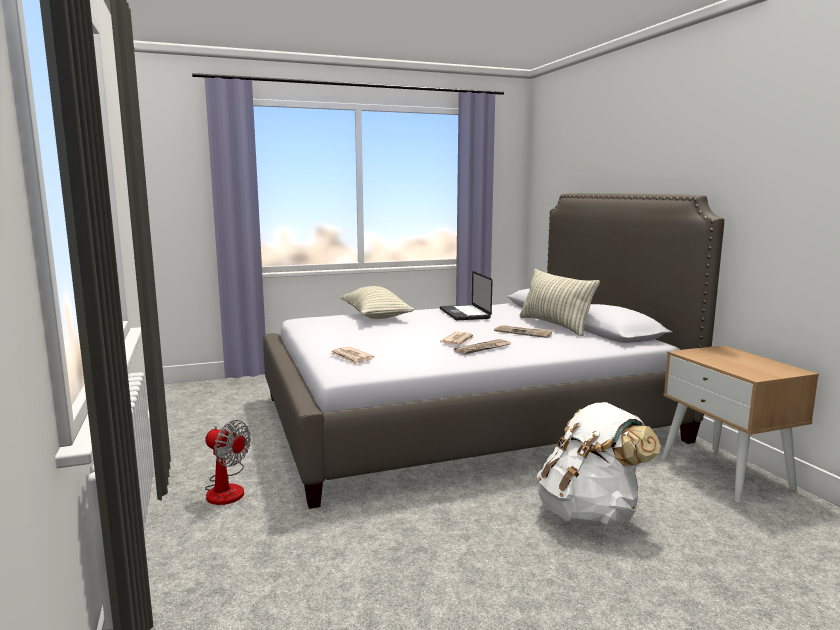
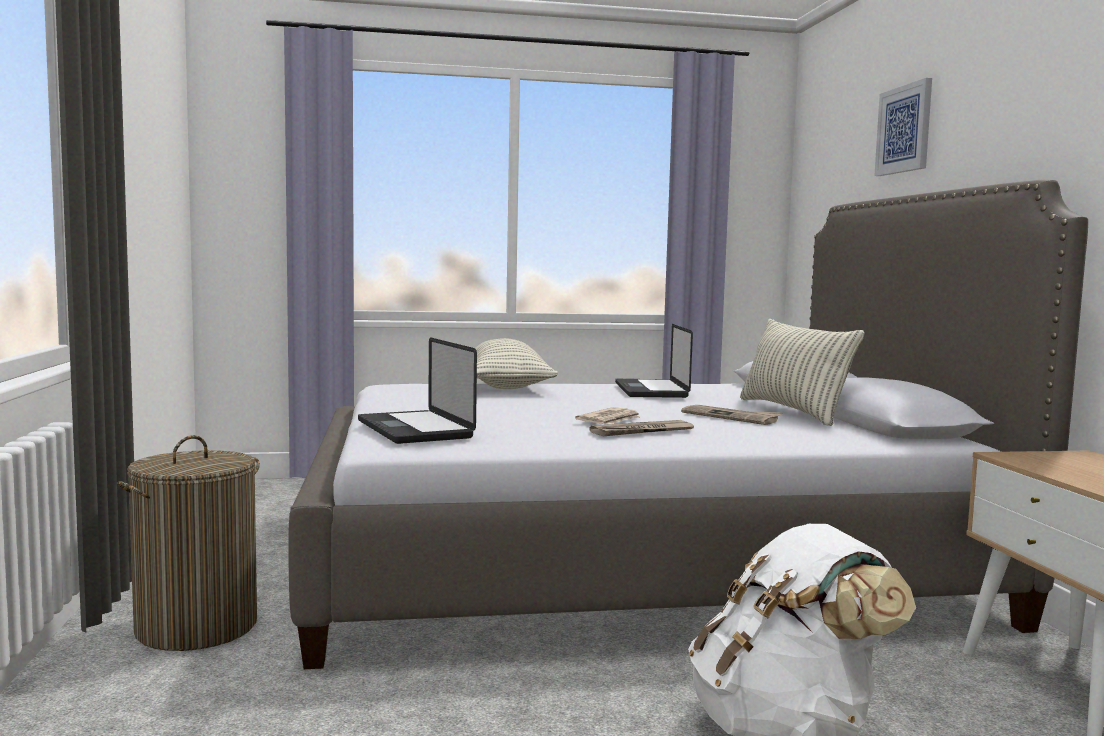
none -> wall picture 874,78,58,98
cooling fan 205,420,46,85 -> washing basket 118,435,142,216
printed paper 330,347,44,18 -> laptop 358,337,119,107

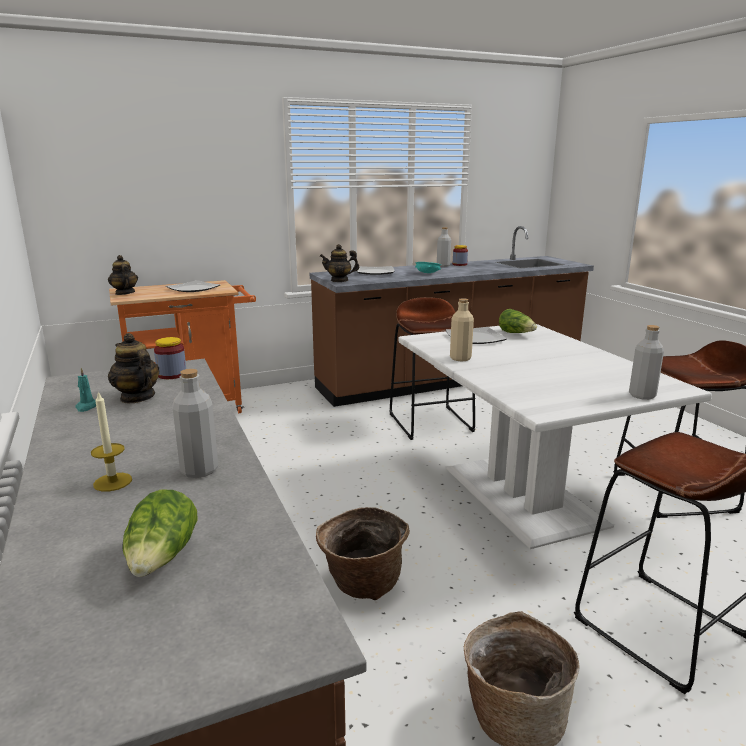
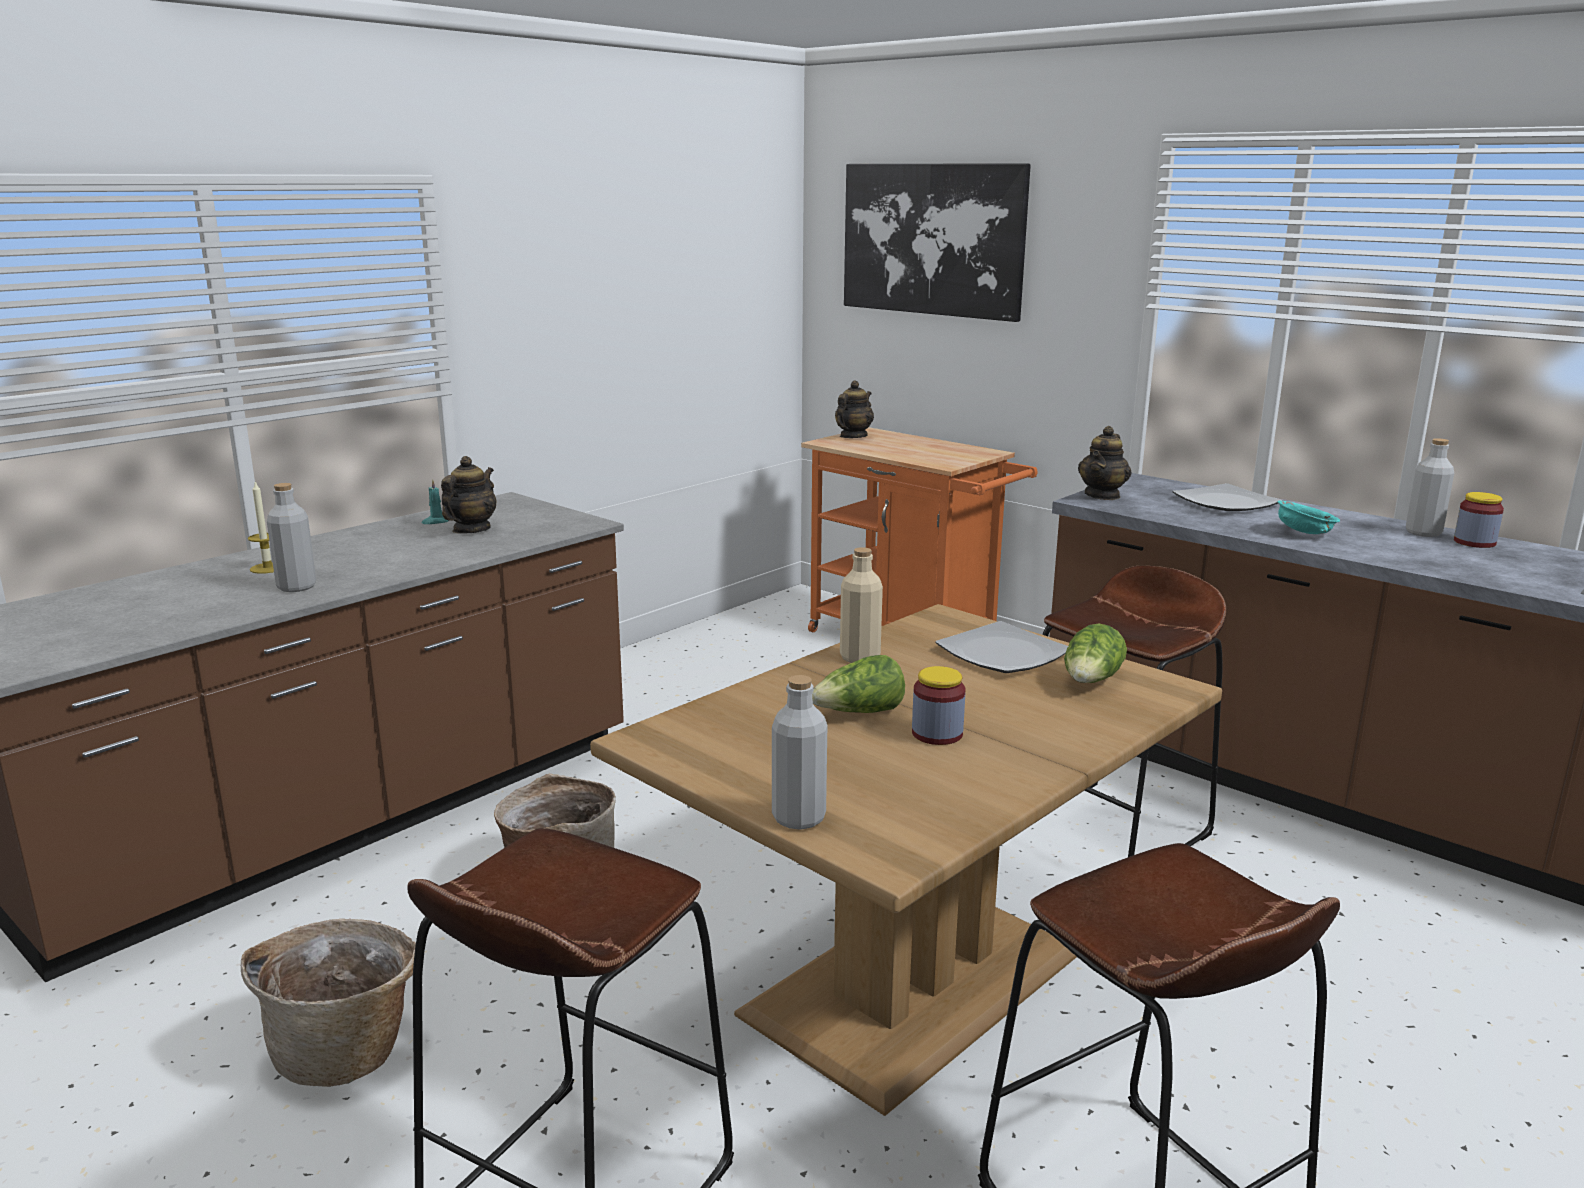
plate 166,280,55,12 -> none
none -> wall picture 844,163,187,159
lettuce head 123,490,75,87 -> lettuce head 812,655,93,58, move
storage jar 154,337,32,42 -> storage jar 912,666,54,79, move
whitish dinner table 399,324,313,225 -> brown-coloured dinner table 590,604,632,512
pot for tea 320,244,39,38 -> pot for tea 1078,426,53,74, 120 degrees counterclockwise

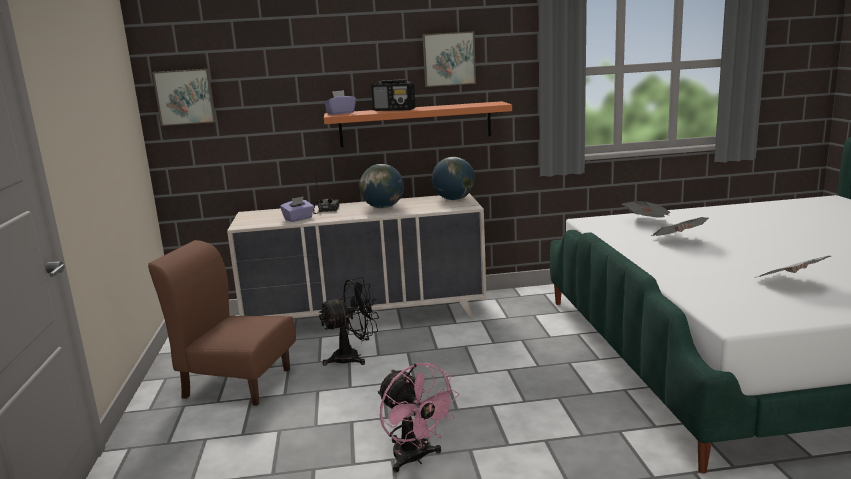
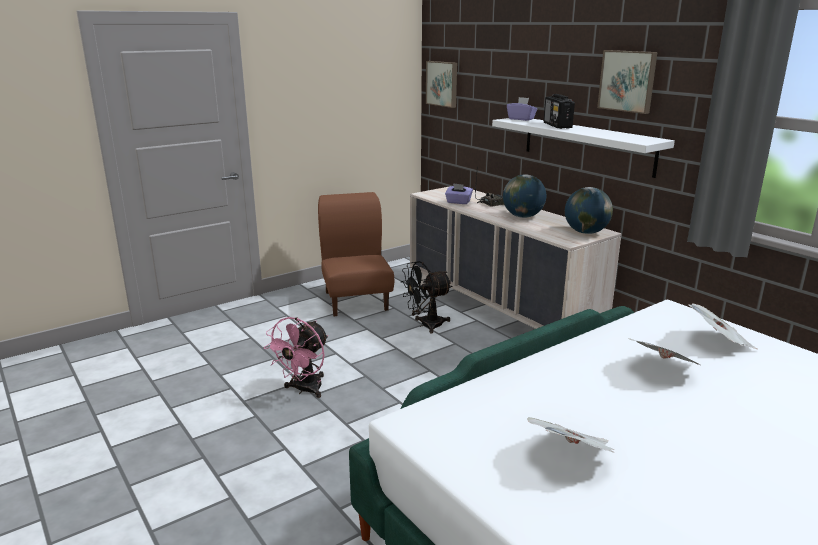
orange-coloured bracket shelf 324,101,188,46 -> whitish bracket shelf 492,118,183,60
black cooling fan 319,277,60,89 -> black cooling fan 401,261,51,72, 120 degrees clockwise

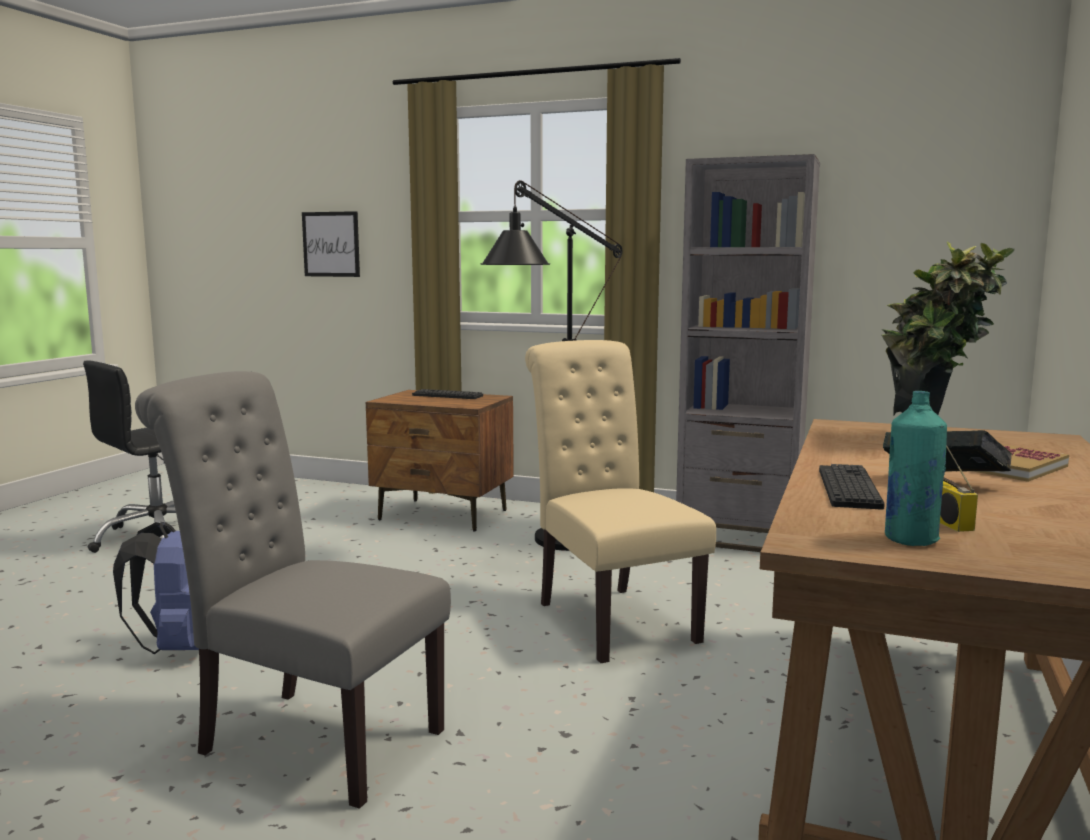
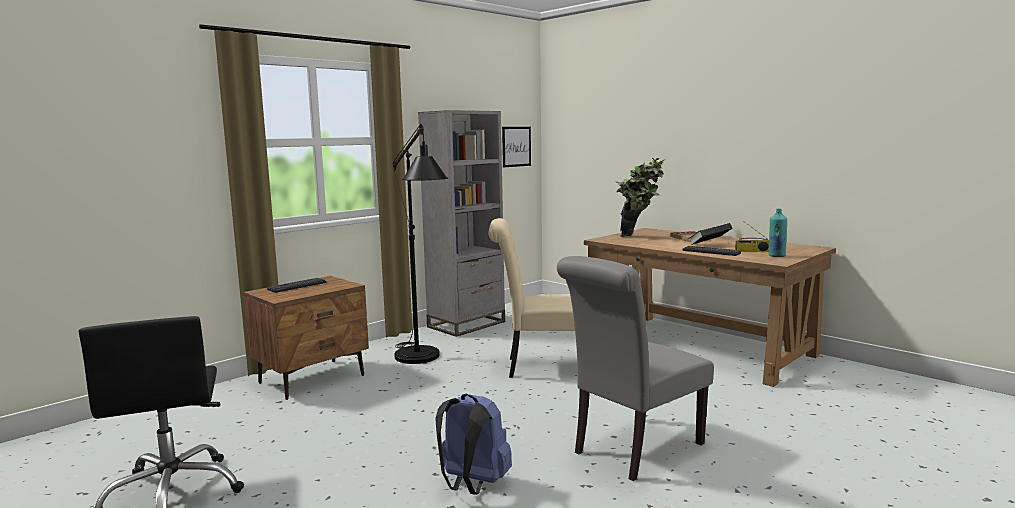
wall picture 302,211,58,66 -> wall picture 502,127,29,40, move

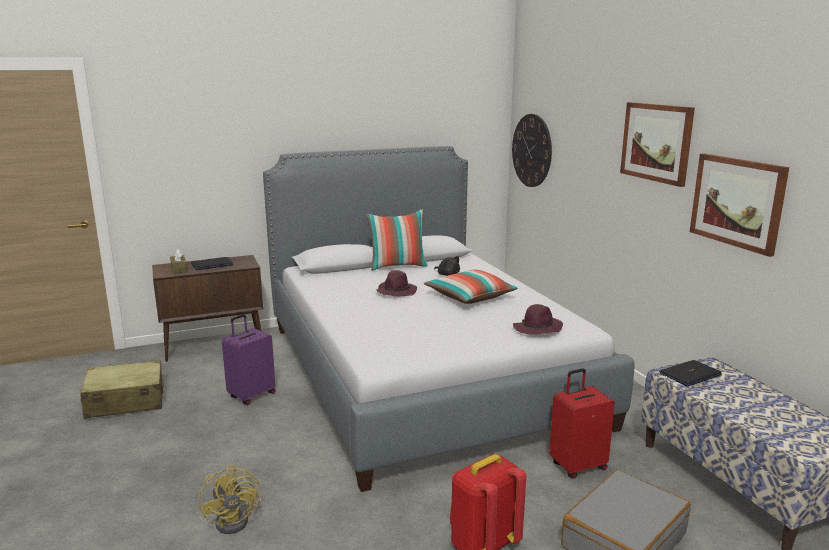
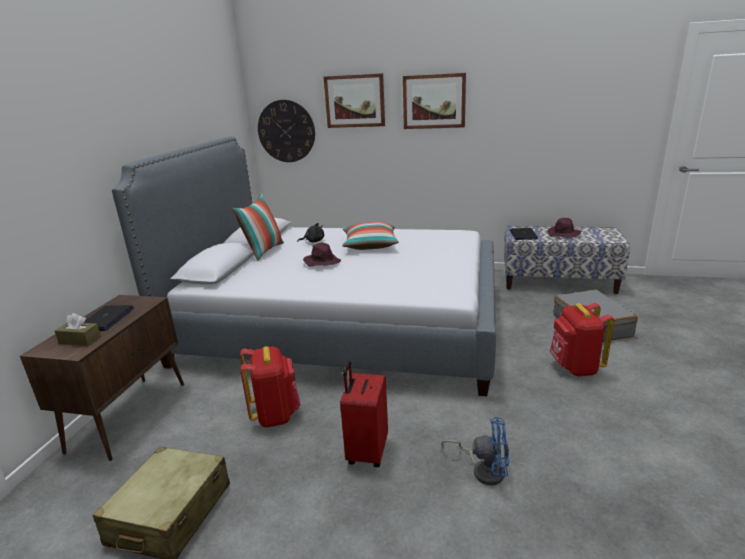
purple-coloured clothing hat 513,304,50,30 -> purple-coloured clothing hat 547,218,34,19, move
red suitcase 549,368,66,111 -> red suitcase 340,361,48,106, move
wall picture 690,153,99,104 -> wall picture 324,73,61,55, move
purple-coloured suitcase 222,314,54,91 -> red rucksack 240,346,61,82
yellowish cooling fan 199,464,63,70 -> bluish cooling fan 441,417,68,69

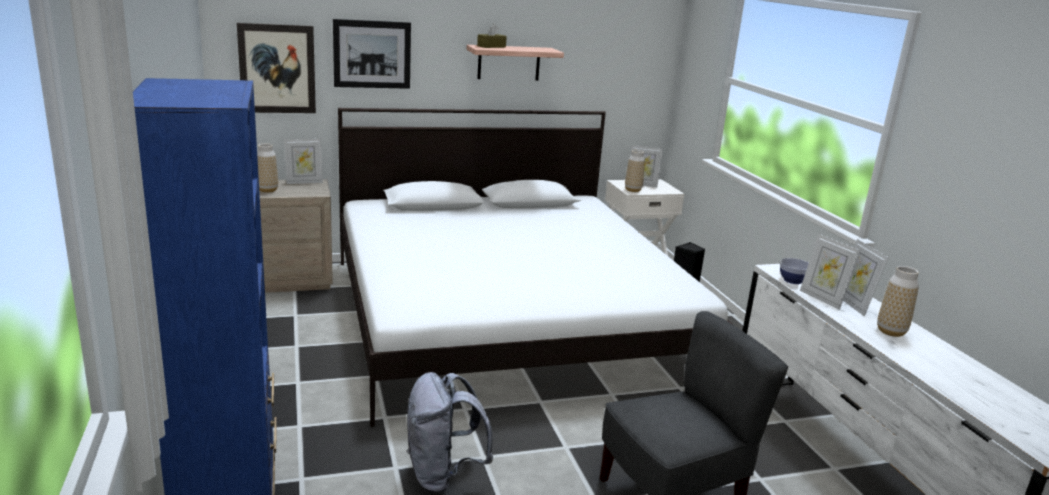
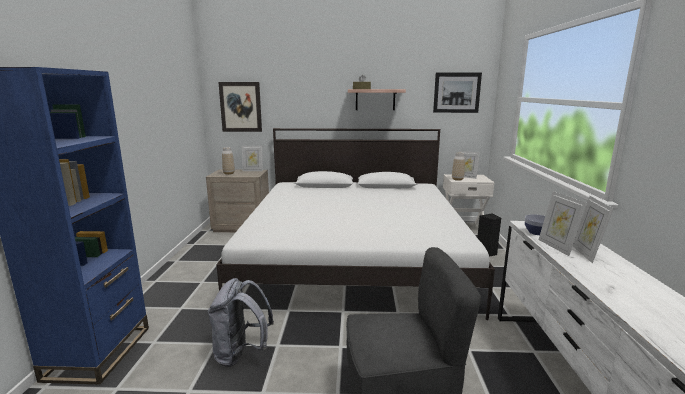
flower vase 877,266,42,71 -> none
wall picture 333,19,78,70 -> wall picture 433,72,49,41, move

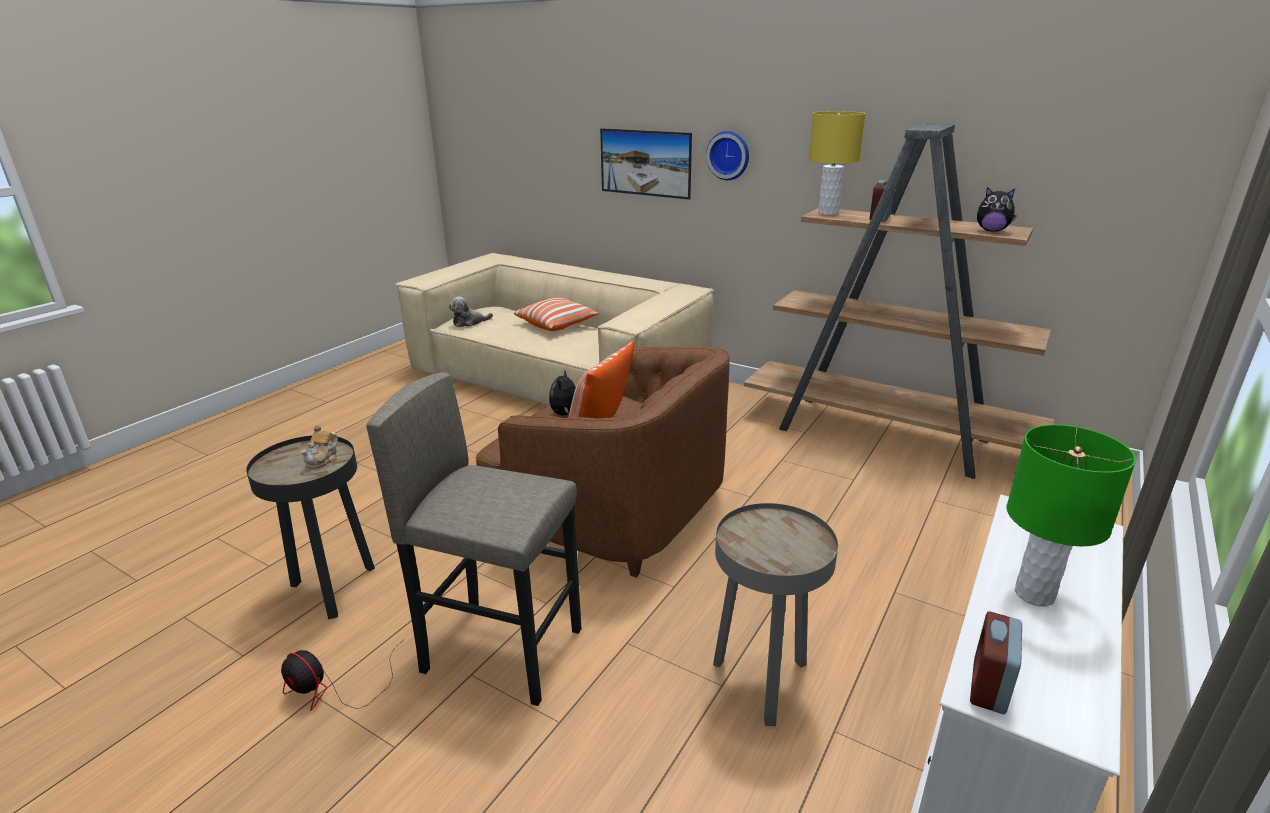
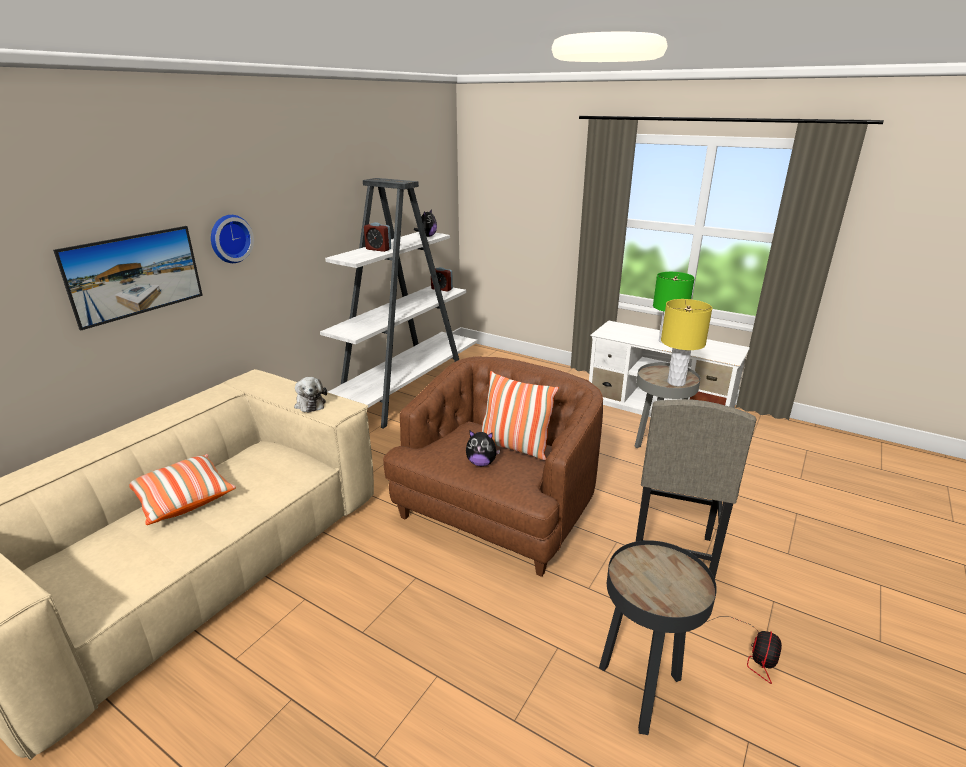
pot for tea 300,425,38,44 -> none
plush toy 449,296,44,31 -> plush toy 294,377,33,36, move
yellowish table lamp 809,111,57,104 -> yellowish table lamp 661,299,51,87, move
alarm clock 970,611,52,103 -> alarm clock 431,267,22,25, move
brown-coloured shelving unit 744,124,311,355 -> whitish shelving unit 320,178,157,251

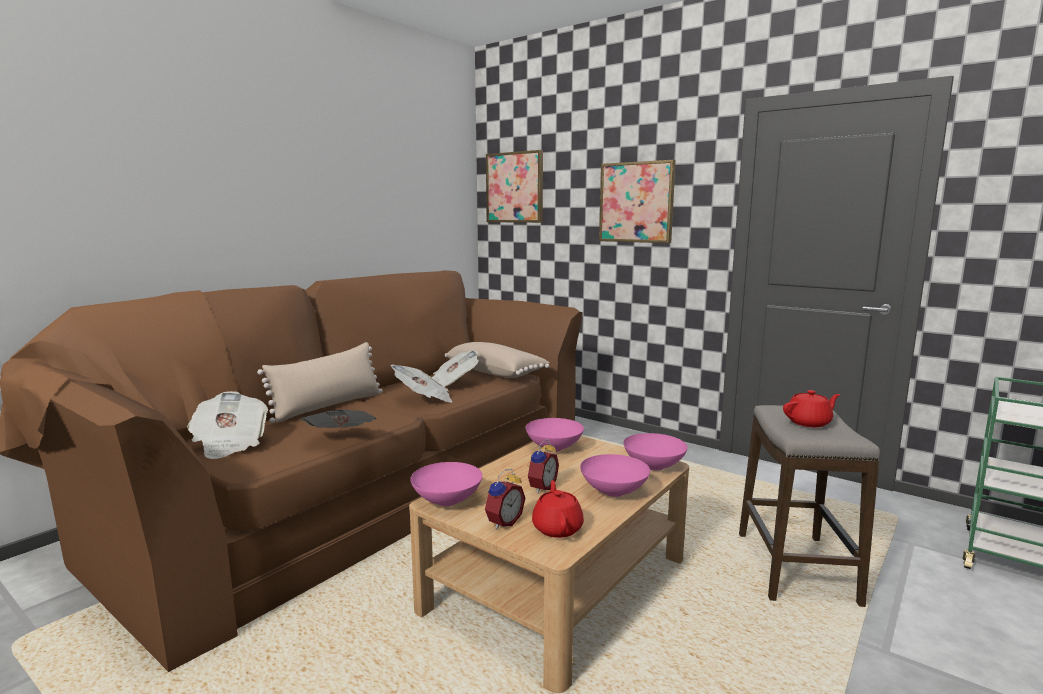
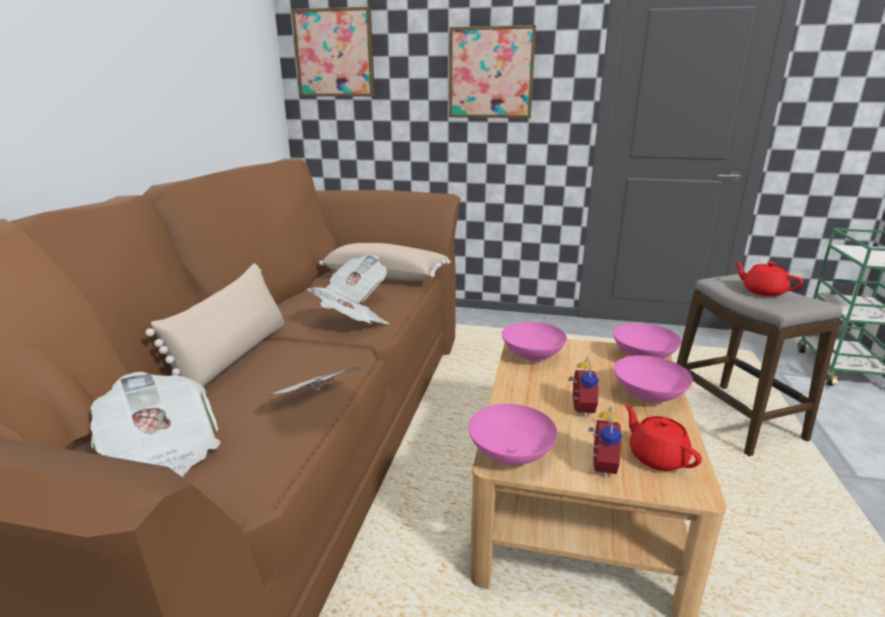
red pot for tea 783,390,57,37 -> red pot for tea 734,261,69,36, 90 degrees counterclockwise

